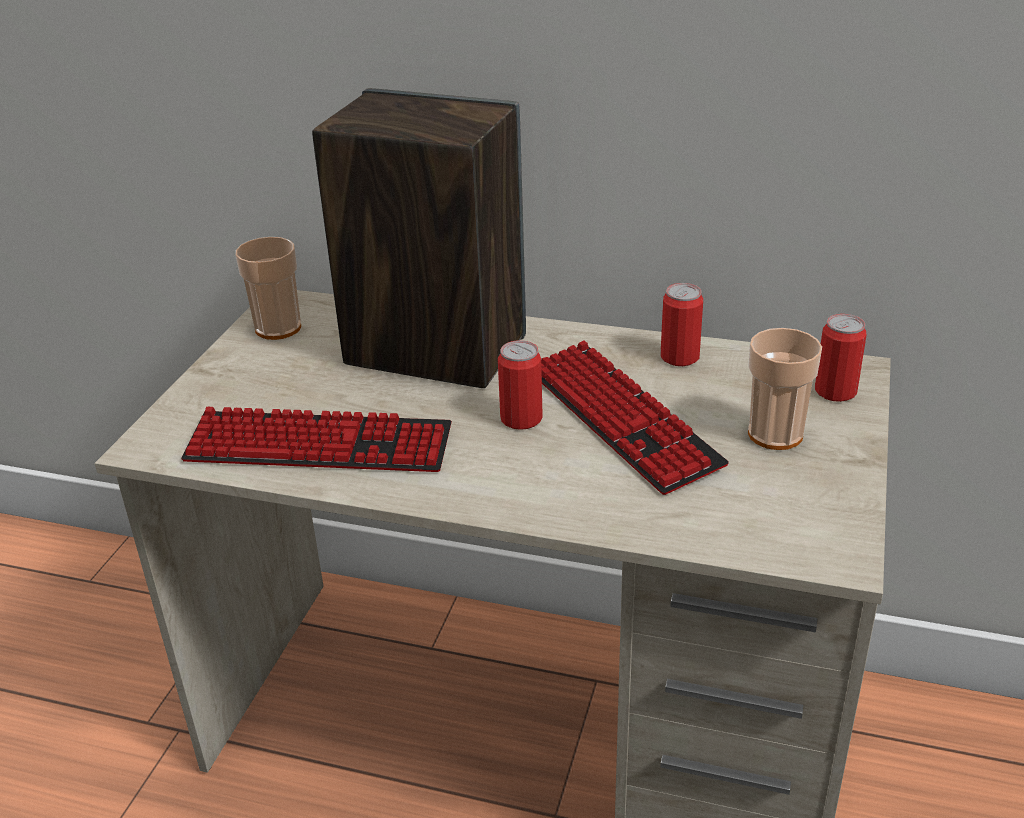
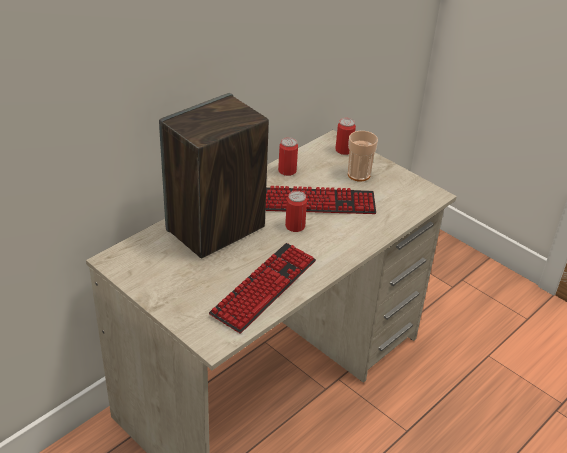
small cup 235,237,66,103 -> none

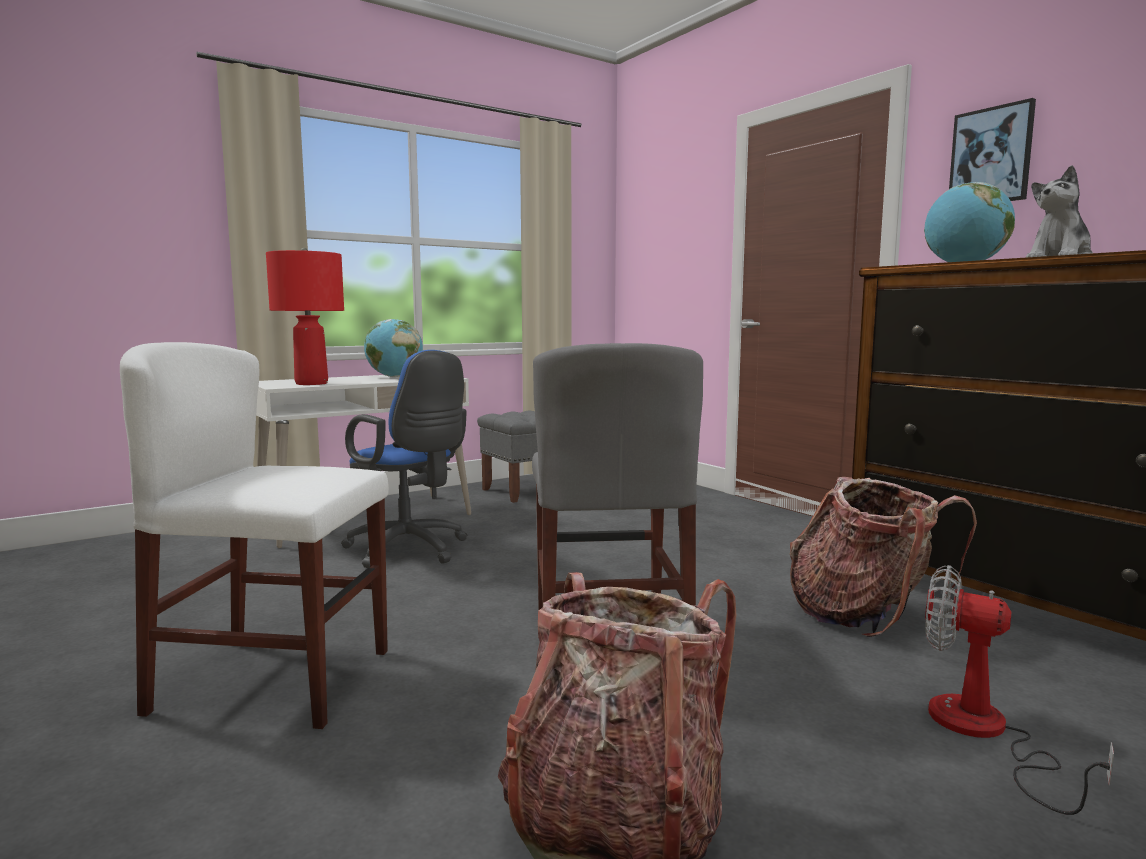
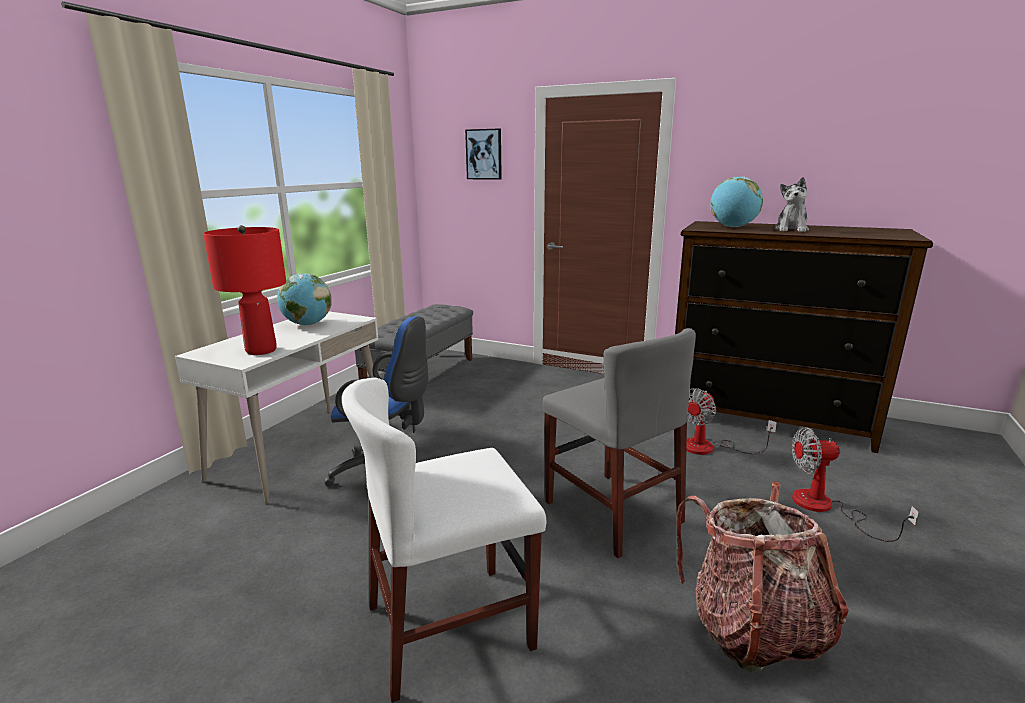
wall picture 949,98,87,103 -> wall picture 465,128,37,52, move
rucksack 789,477,188,160 -> cooling fan 686,388,91,67

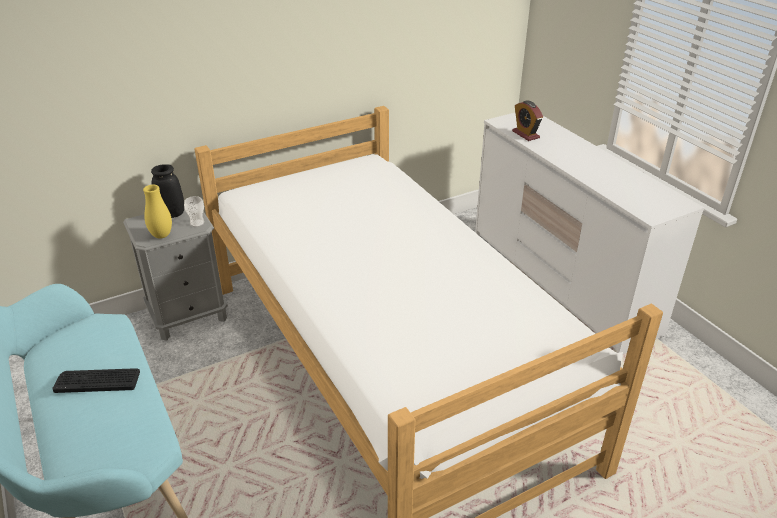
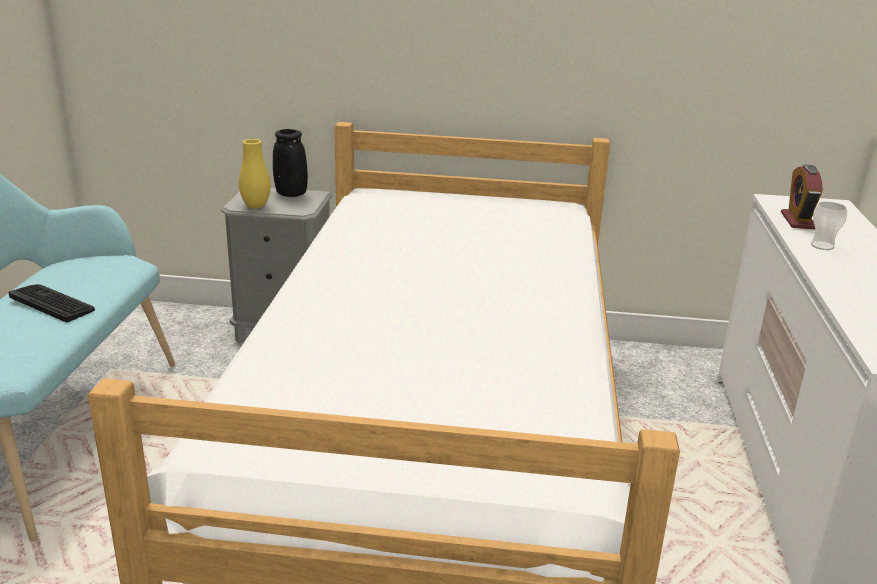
small cup 184,196,20,31 -> small cup 811,201,36,49, move

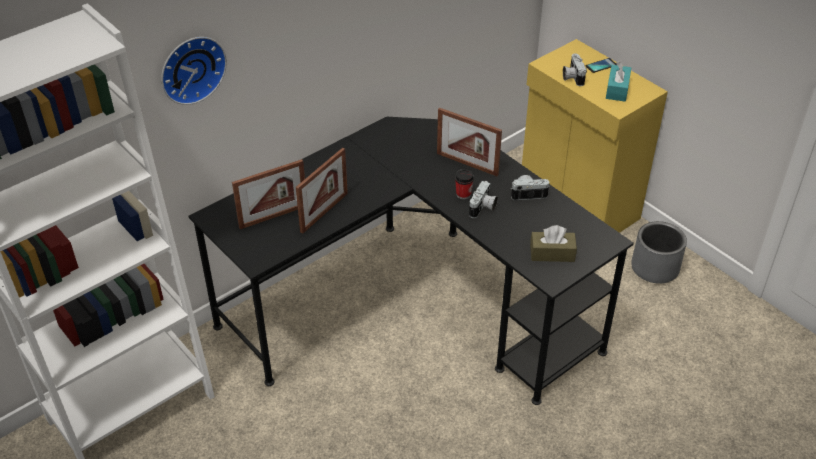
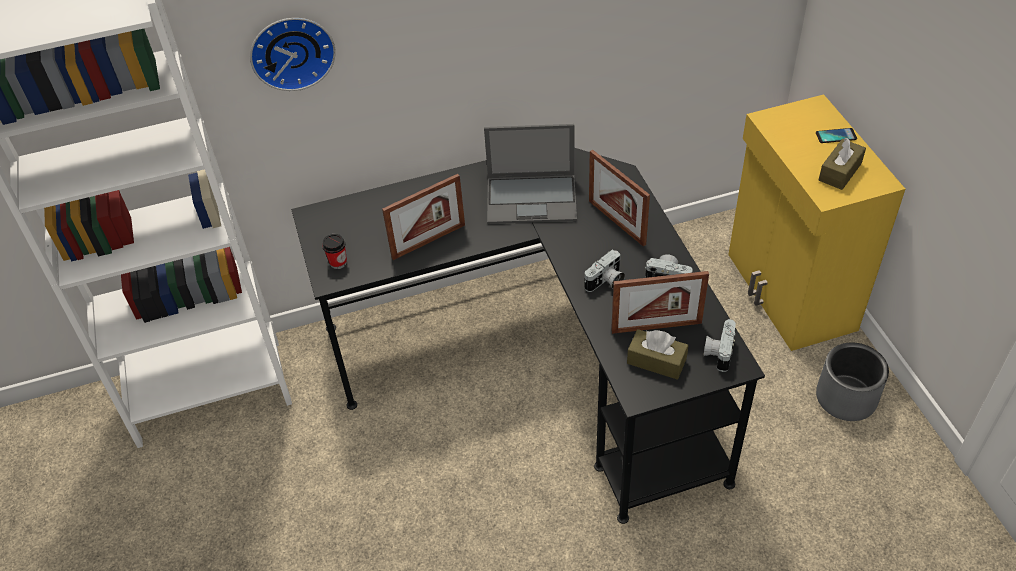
none -> laptop 484,124,93,100
picture frame 232,159,73,70 -> picture frame 611,271,98,63, move
small cup 455,169,19,31 -> small cup 322,234,25,35, move
still camera 563,53,24,33 -> still camera 703,319,33,53, move
turquoise tissue box 606,62,25,40 -> brown-coloured tissue box 819,138,47,52

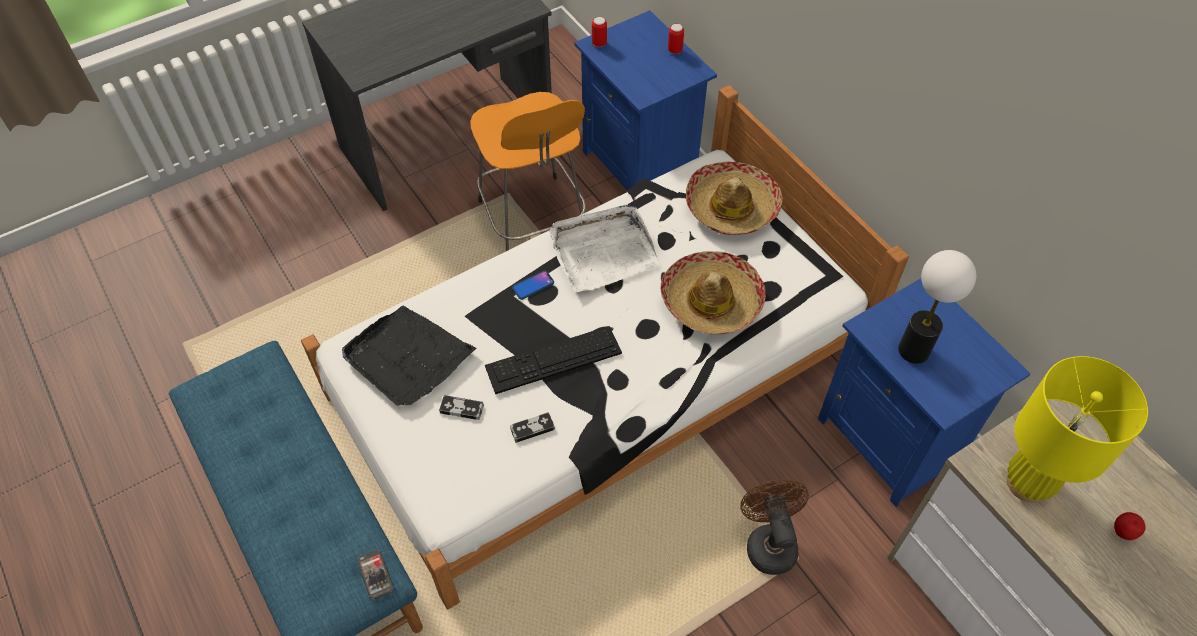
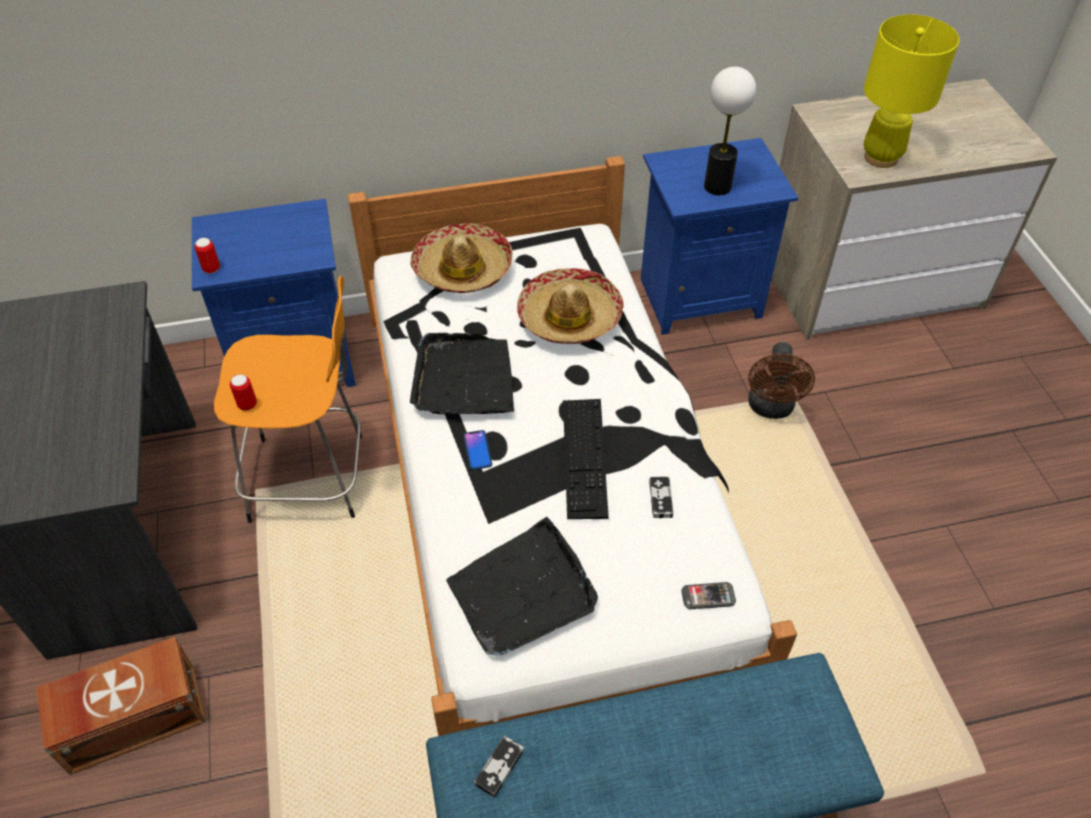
apple fruit 1114,512,32,28 -> none
none -> brown-coloured storage bin 36,637,170,138
handset 357,550,37,50 -> handset 681,582,55,27, move
joypad 439,395,45,25 -> joypad 474,735,50,62, move
metal can 668,24,16,30 -> metal can 230,374,27,37, move
whitish carrying tray 549,205,111,87 -> black carrying tray 410,333,104,82
brown-coloured cooling fan 740,479,69,96 -> brown-coloured cooling fan 748,342,67,77, 90 degrees counterclockwise

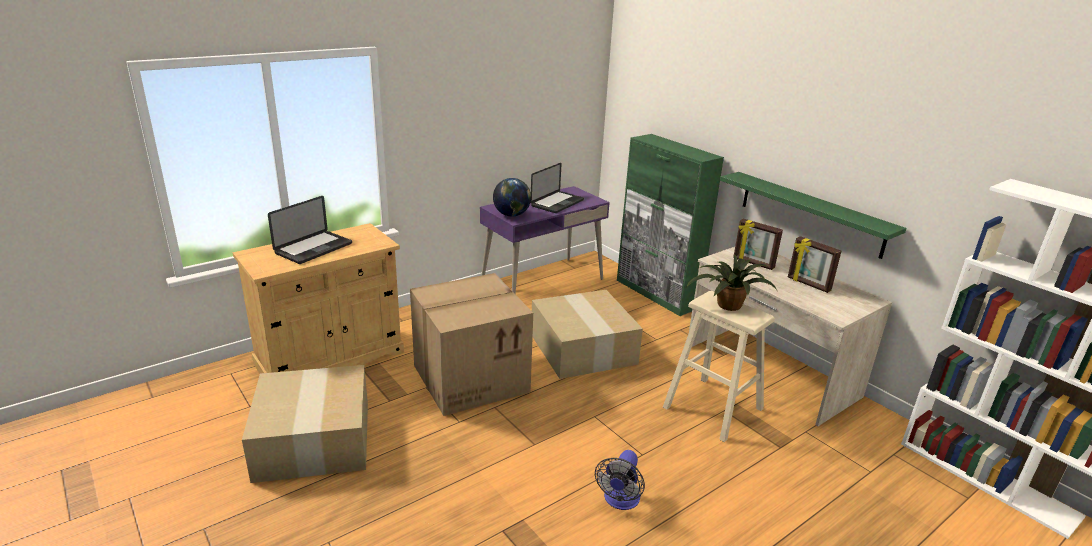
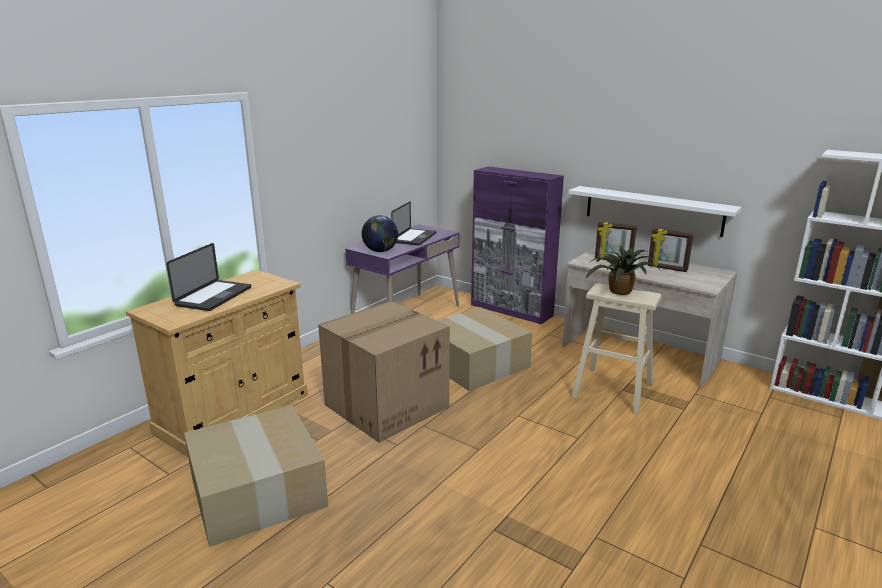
cooling fan 595,450,50,60 -> none
greenish storage cabinet 617,134,107,182 -> purple-coloured storage cabinet 471,167,93,157
greenish bracket shelf 720,172,186,87 -> whitish bracket shelf 568,186,174,51

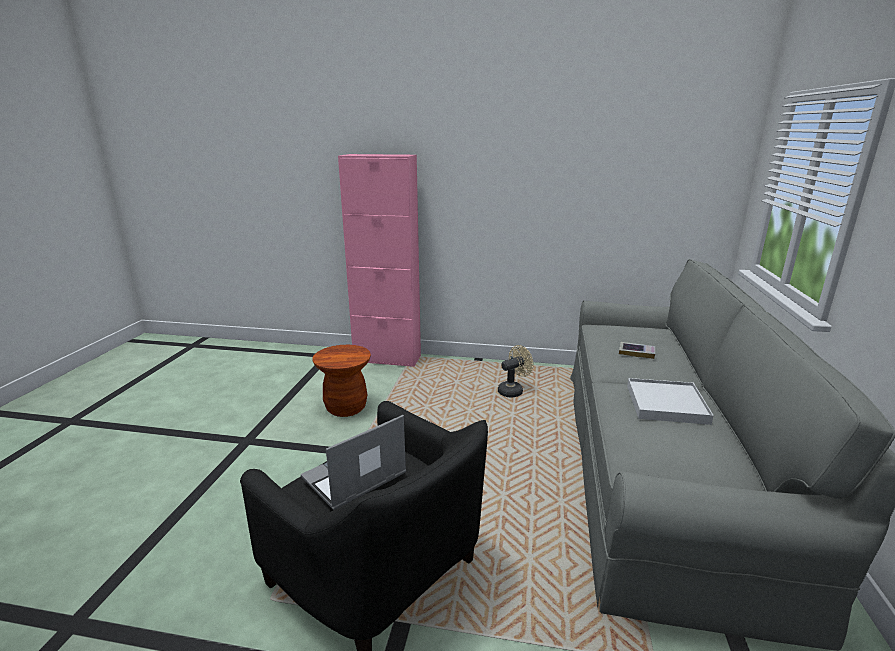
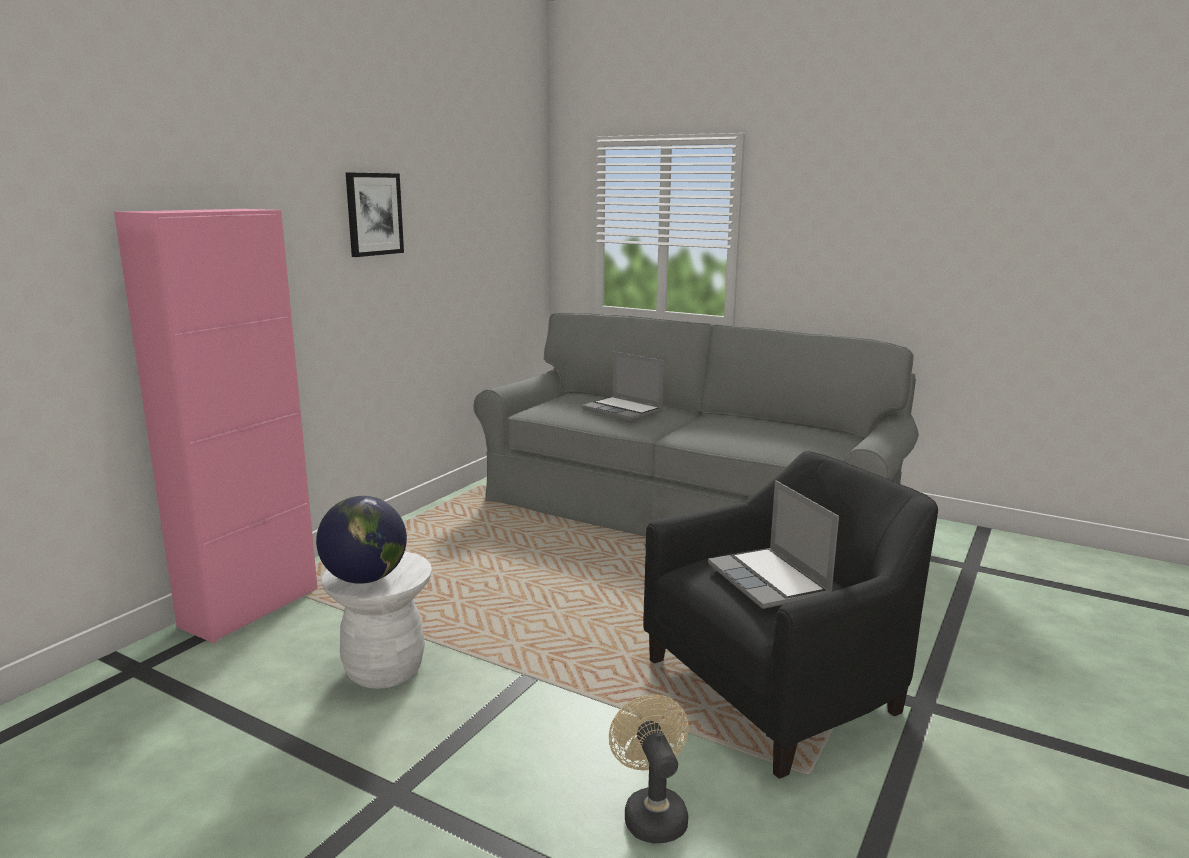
whitish carrying tray 627,378,87,47 -> none
none -> desk globe 316,496,91,88
none -> wall picture 346,172,58,85
beige-coloured cooling fan 498,345,35,53 -> beige-coloured cooling fan 609,695,80,149, move
bound book 619,342,36,17 -> laptop 582,351,82,70
brown-coloured sitting stool 313,345,58,72 -> whitish sitting stool 321,551,111,138

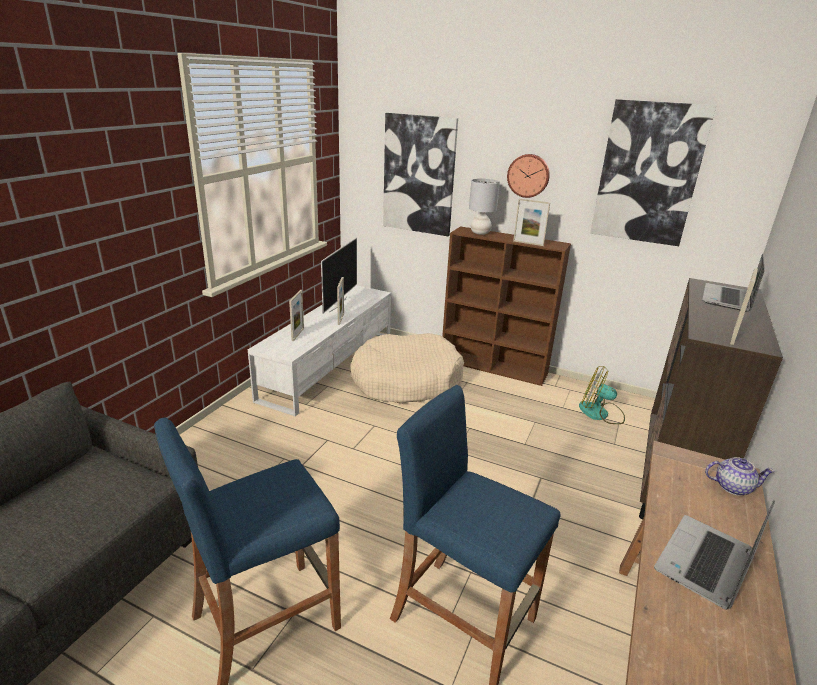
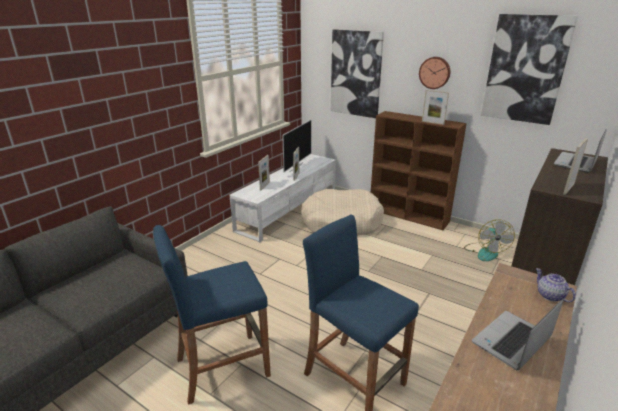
greyish table lamp 469,178,31,57 -> none
cooling fan 579,366,46,58 -> cooling fan 464,219,51,42, 120 degrees counterclockwise
pot for tea 705,457,70,39 -> pot for tea 536,268,40,34, 135 degrees counterclockwise

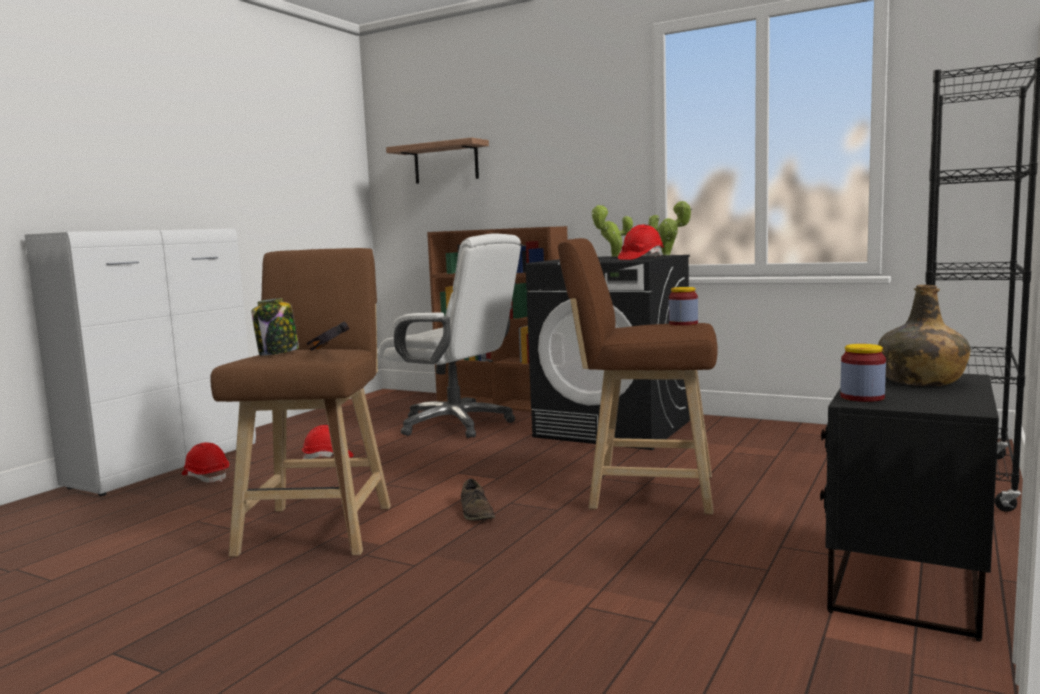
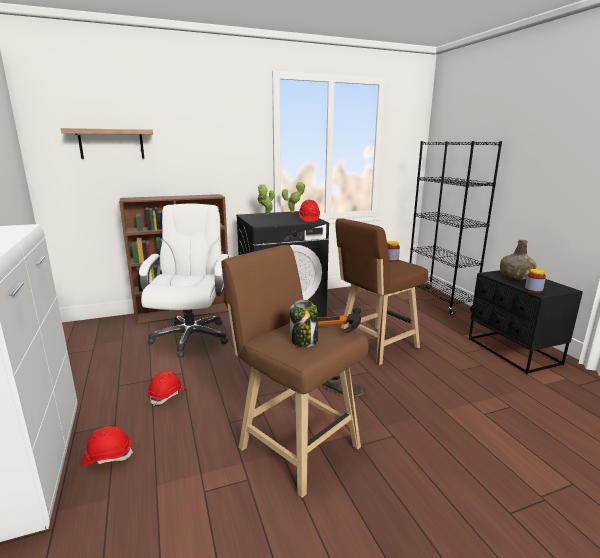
whitish desk chair 379,233,142,205 -> whitish desk chair 139,203,90,154, 75 degrees counterclockwise

